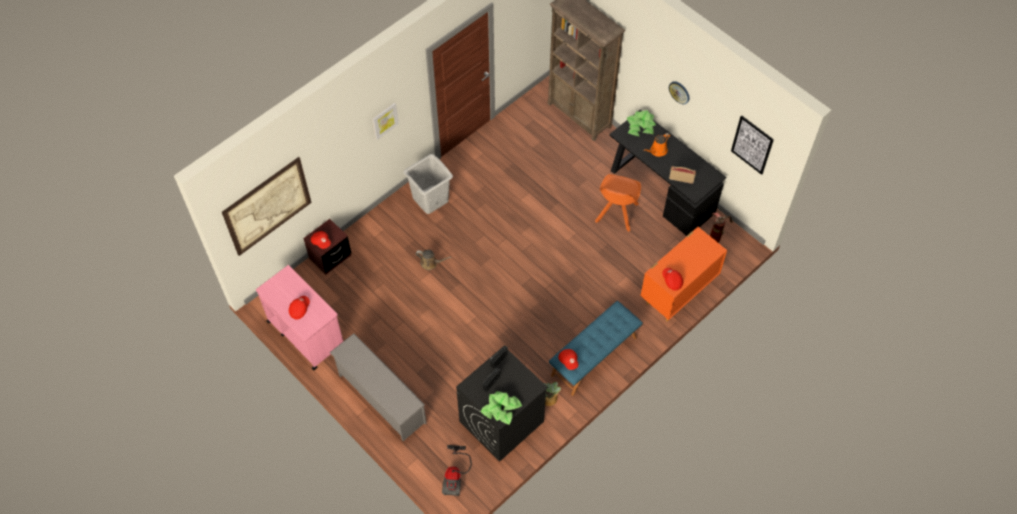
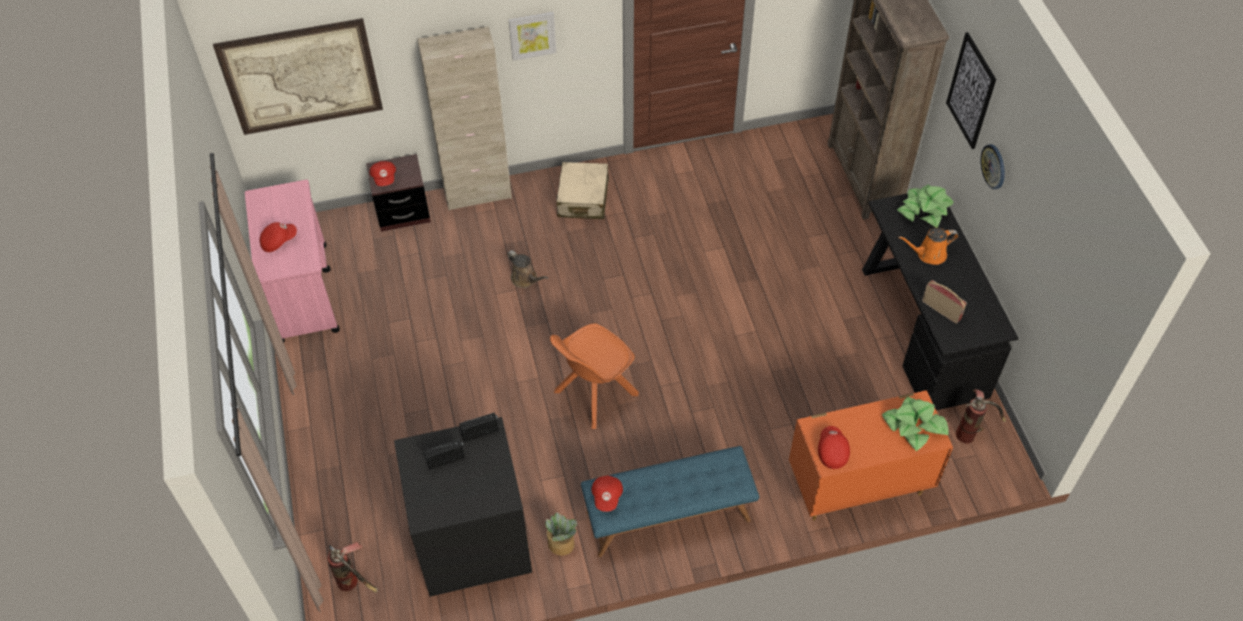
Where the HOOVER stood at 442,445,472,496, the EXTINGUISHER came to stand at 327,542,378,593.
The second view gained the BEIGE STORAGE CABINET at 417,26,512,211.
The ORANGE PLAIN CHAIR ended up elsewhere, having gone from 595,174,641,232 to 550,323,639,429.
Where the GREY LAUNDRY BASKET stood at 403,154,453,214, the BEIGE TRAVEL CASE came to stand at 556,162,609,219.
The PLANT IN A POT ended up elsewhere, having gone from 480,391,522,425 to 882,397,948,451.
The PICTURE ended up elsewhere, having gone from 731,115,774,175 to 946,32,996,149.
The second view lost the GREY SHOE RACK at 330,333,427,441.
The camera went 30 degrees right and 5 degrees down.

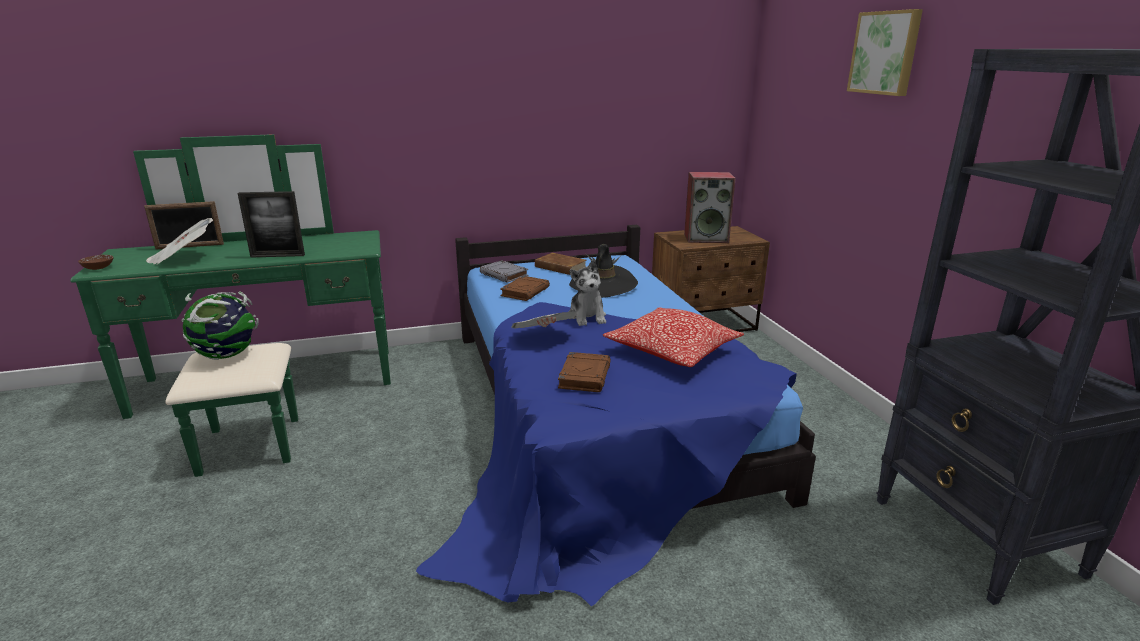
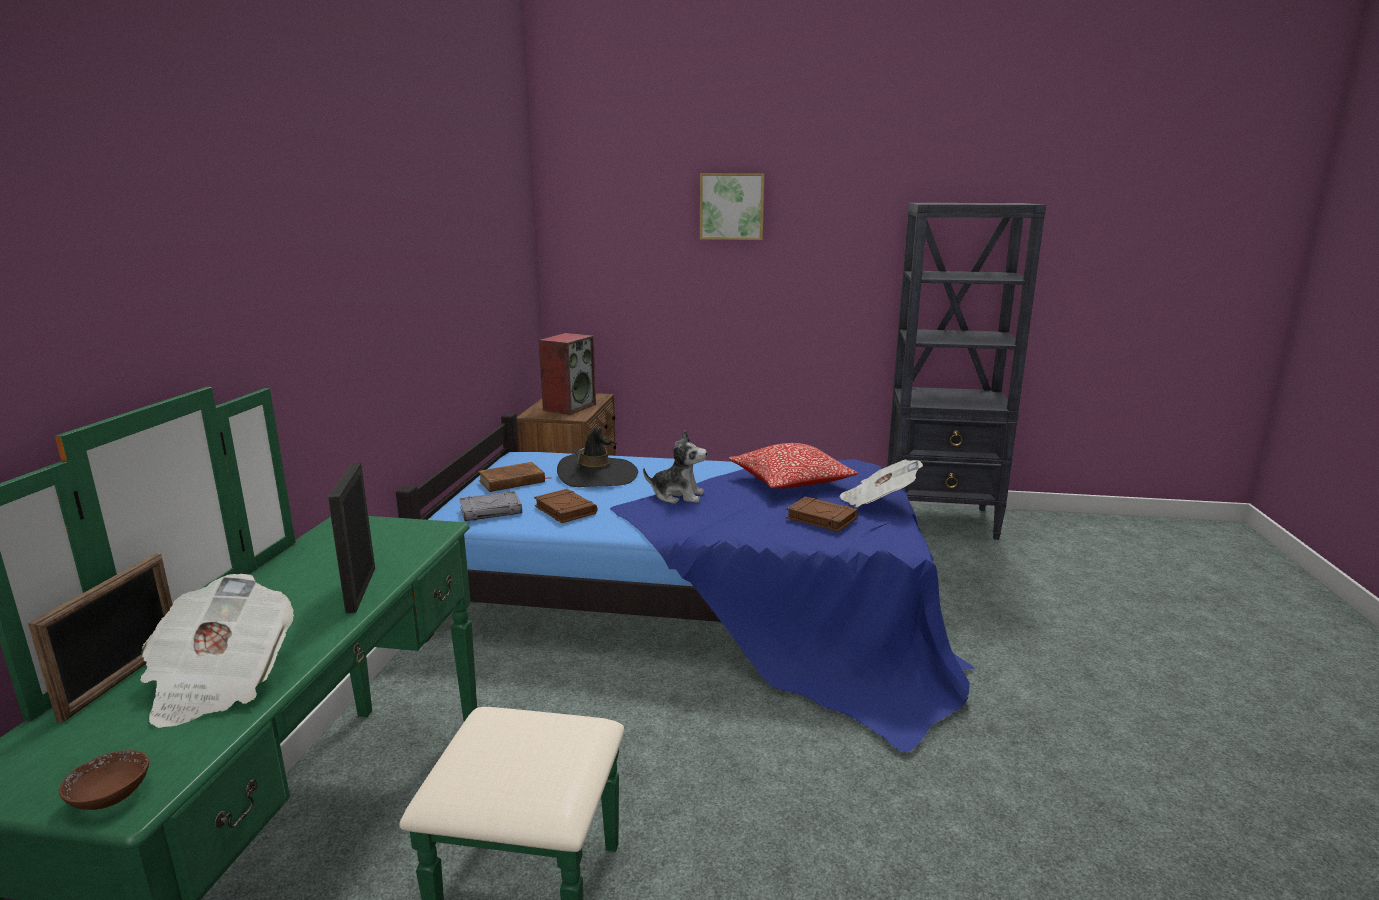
The PHOTO FRAME at 237,191,305,257 ended up facing another way, 150 degrees clockwise from before.
The PRINTED PAPER ended up elsewhere, having gone from 511,312,577,329 to 839,460,923,507.
The second view lost the DESK GLOBE at 182,292,259,360.
The camera went 65 degrees left and 5 degrees down.

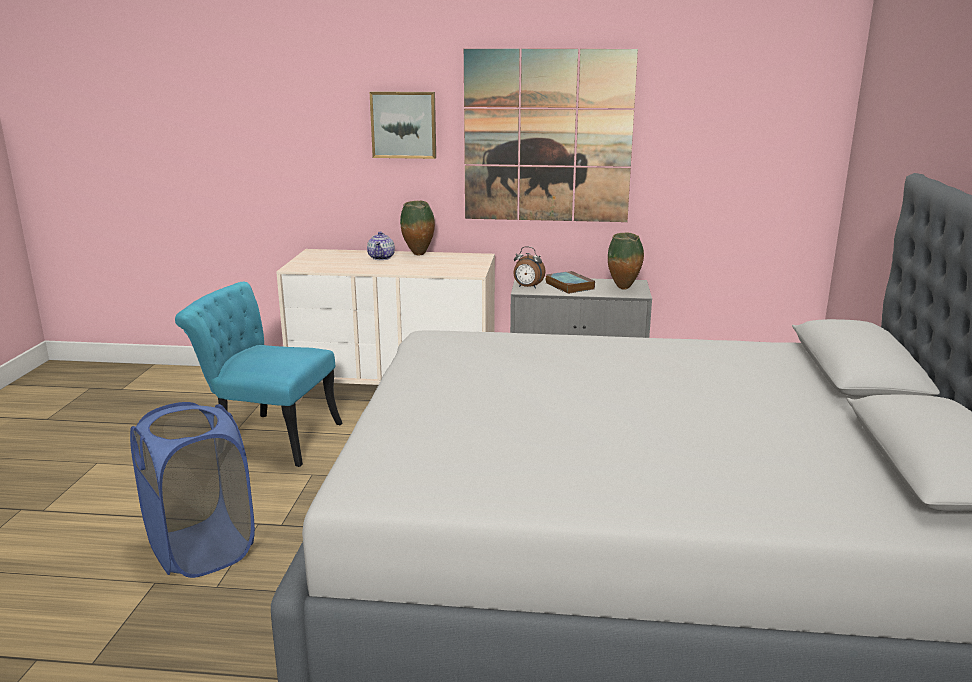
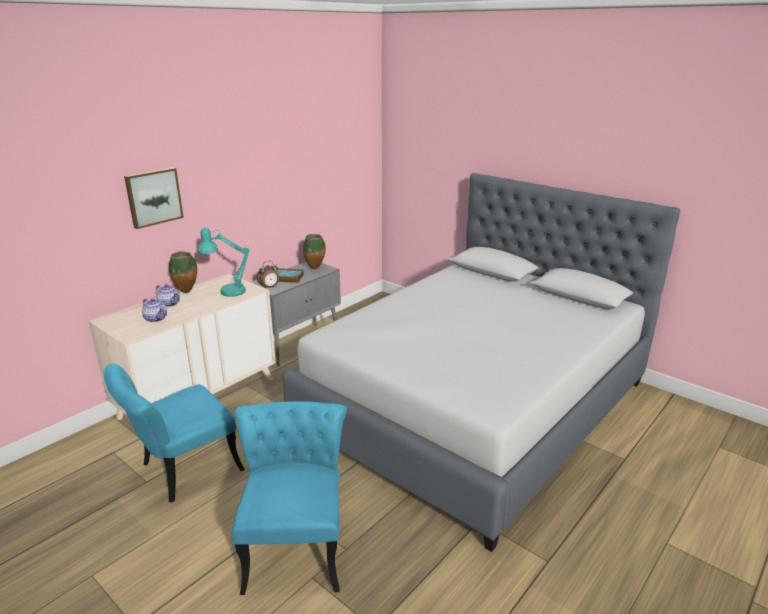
The second view gained the TEA POT at 142,298,167,322.
The second view gained the TURQUOISE TABLE LAMP at 198,228,250,297.
Where the BLUE-COLOURED LAUNDRY BASKET stood at 130,402,255,578, the TURQUOISE PLAIN CHAIR came to stand at 232,401,347,595.
The second view lost the PICTURE at 464,49,638,222.
The camera went 55 degrees left and 5 degrees up.

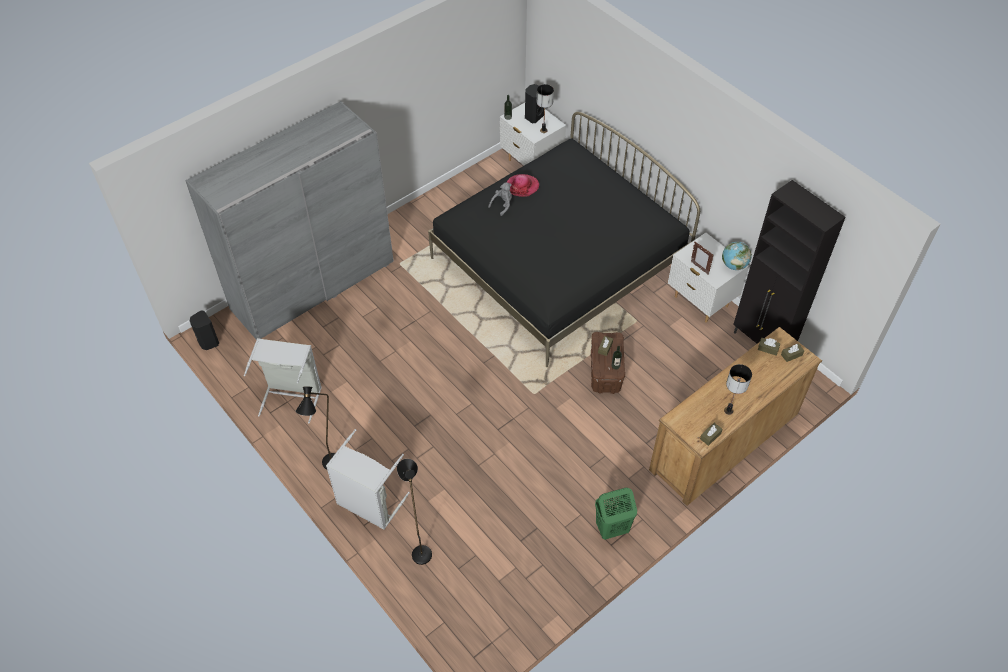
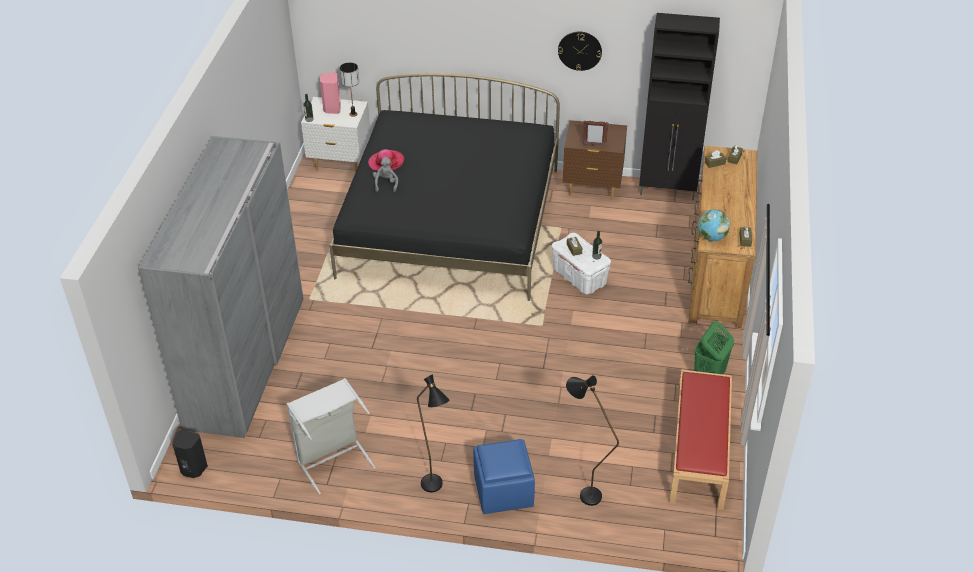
What was the BLACKISH SPEAKER at 525,84,544,123 turned into the PINK-COLOURED SPEAKER at 320,72,341,114.
Where the GREY LAUNDRY BASKET stood at 326,429,410,530, the BLUE-COLOURED POUFFE came to stand at 473,439,535,514.
What was the BROWN STORAGE BOX at 591,332,625,394 turned into the WHITISH STORAGE BOX at 552,233,611,294.
The second view gained the WALL CLOCK at 558,31,602,71.
What was the WHITISH NIGHTSTAND at 668,233,749,323 turned into the BROWN NIGHTSTAND at 563,120,627,200.
The second view gained the RED LONG SEAT at 669,370,732,510.
The DESK GLOBE ended up elsewhere, having gone from 722,242,752,270 to 698,209,730,241.
The second view lost the TABLE LAMP at 724,364,752,415.
The camera went 40 degrees left and 10 degrees down.

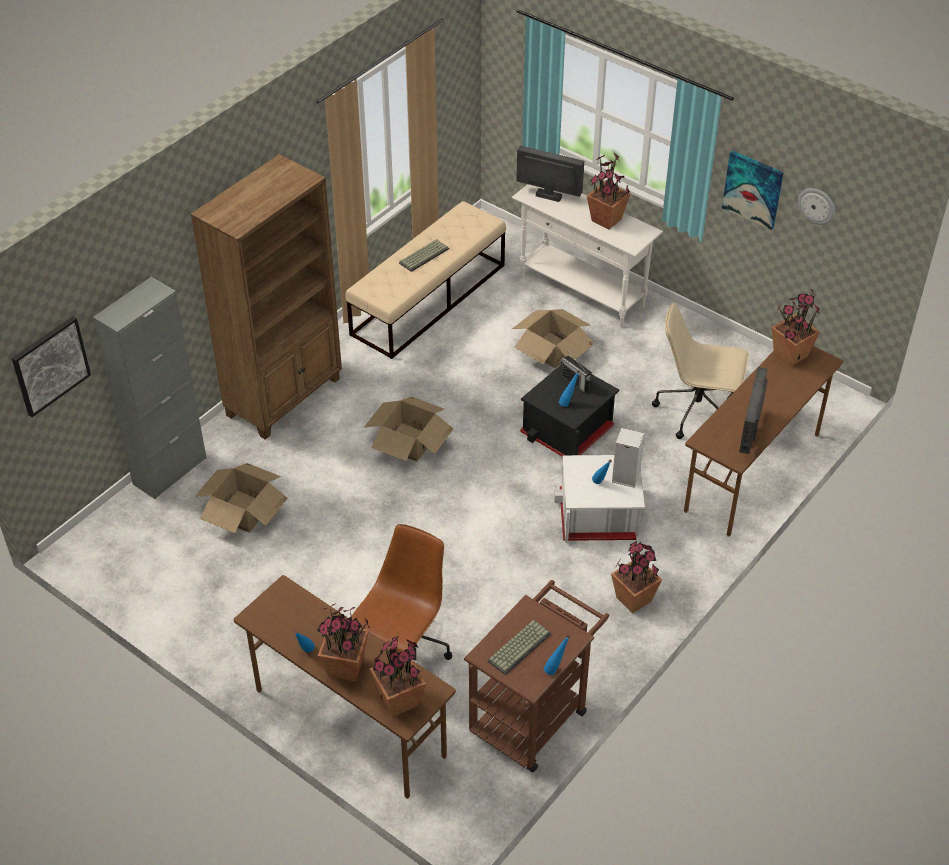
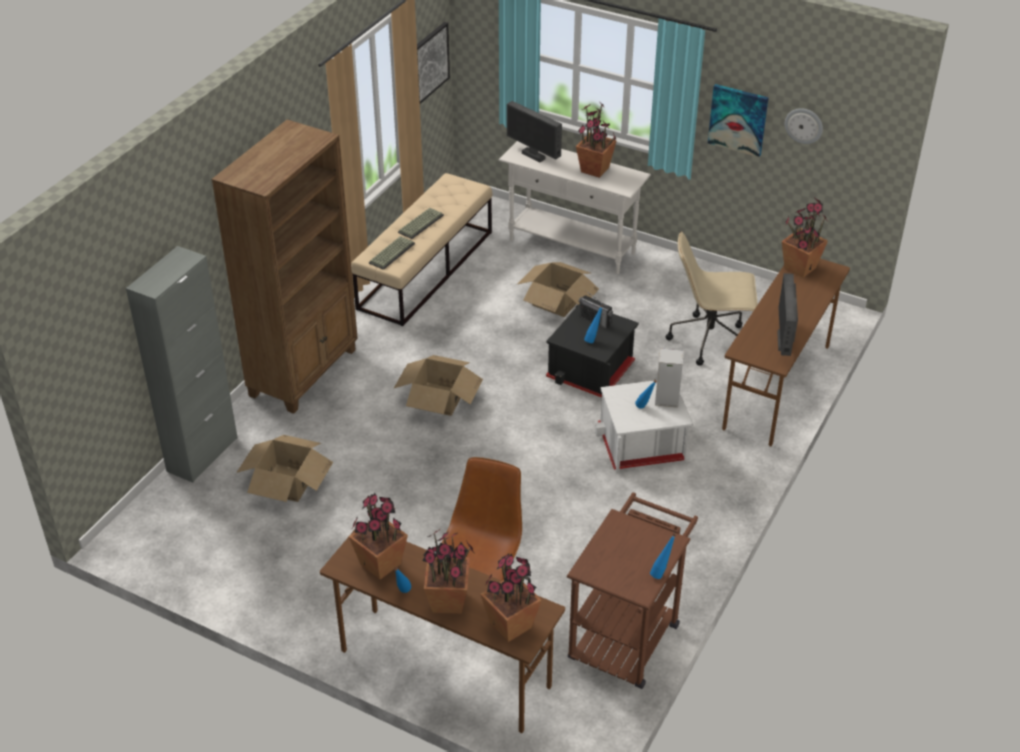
The PLANT IN A POT ended up elsewhere, having gone from 611,541,662,614 to 348,493,408,580.
The KEYBOARD ended up elsewhere, having gone from 487,620,551,675 to 369,236,415,270.
The PICTURE ended up elsewhere, having gone from 12,316,91,417 to 417,22,450,104.
The COMPUTER DISPLAY at 517,146,584,202 ended up facing another way, 150 degrees counterclockwise from before.
The camera went 10 degrees left and 5 degrees down.

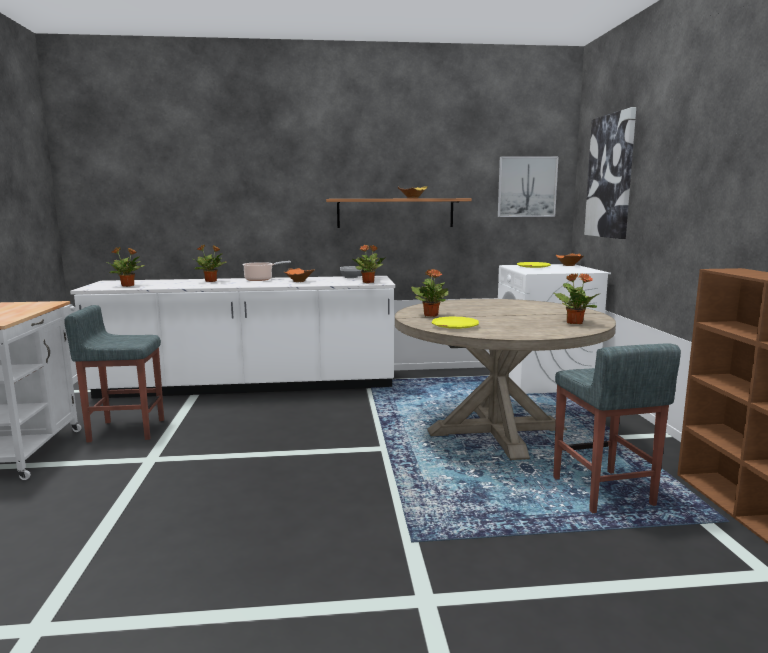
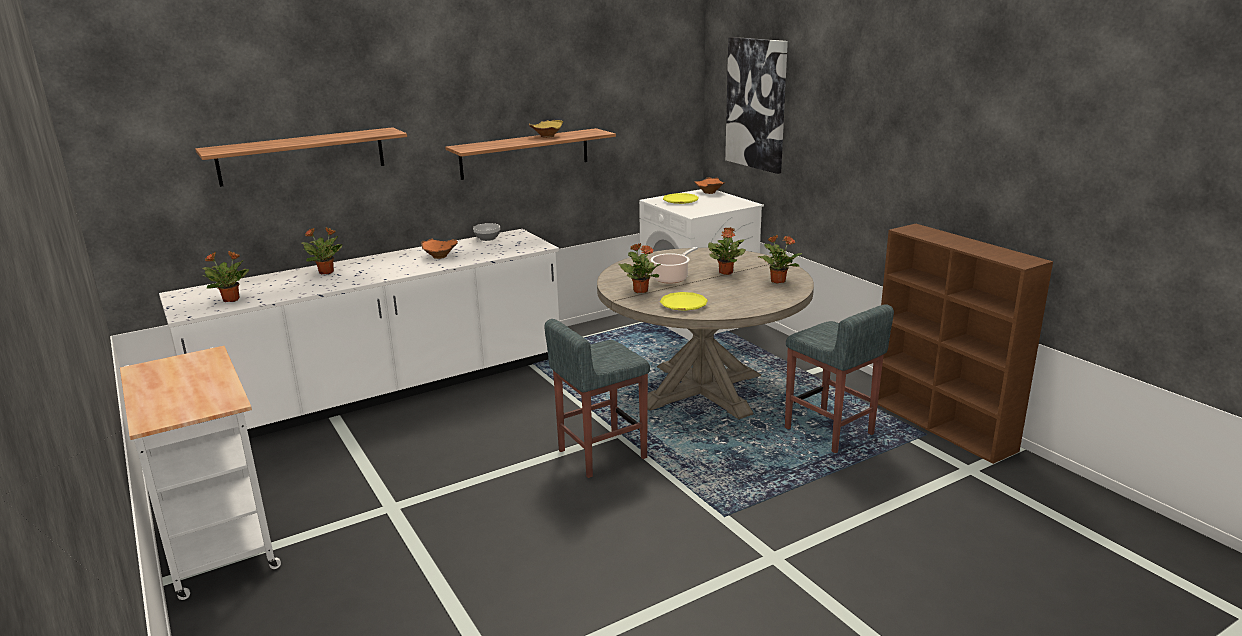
The second view gained the SHELF at 195,127,407,187.
The GREY STOOL ended up elsewhere, having gone from 64,305,164,442 to 545,319,650,478.
The SAUCEPOT ended up elsewhere, having gone from 242,261,291,281 to 651,247,698,284.
The PLANT IN A POT ended up elsewhere, having gone from 353,245,386,283 to 708,227,746,275.
The second view lost the PICTURE at 498,156,558,217.
The camera went 25 degrees left and 10 degrees up.

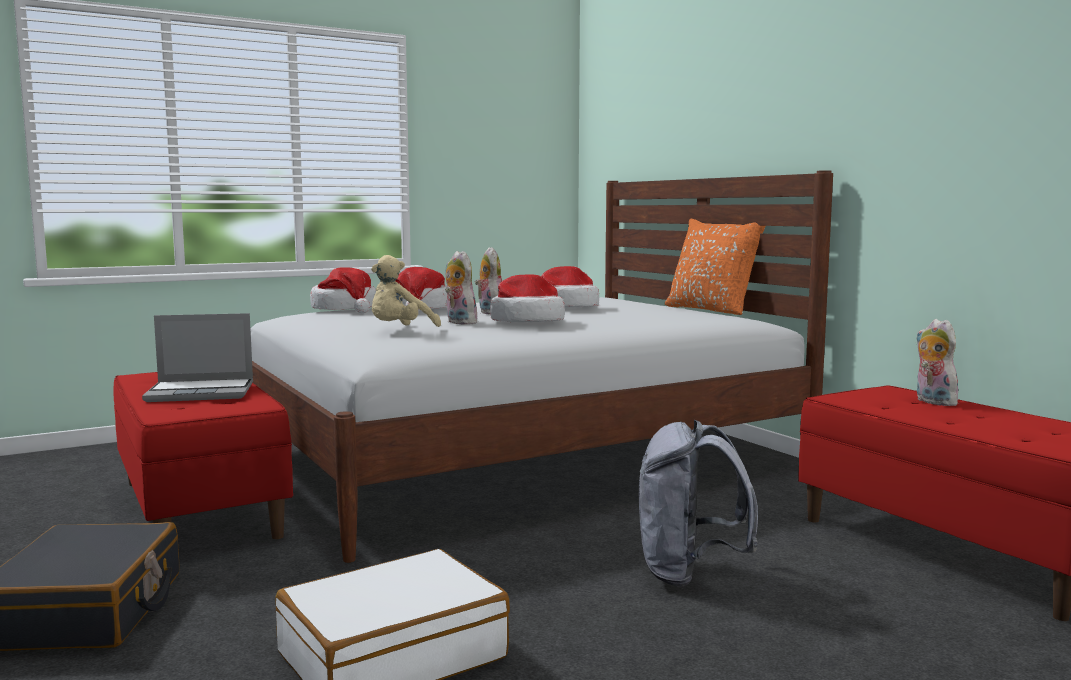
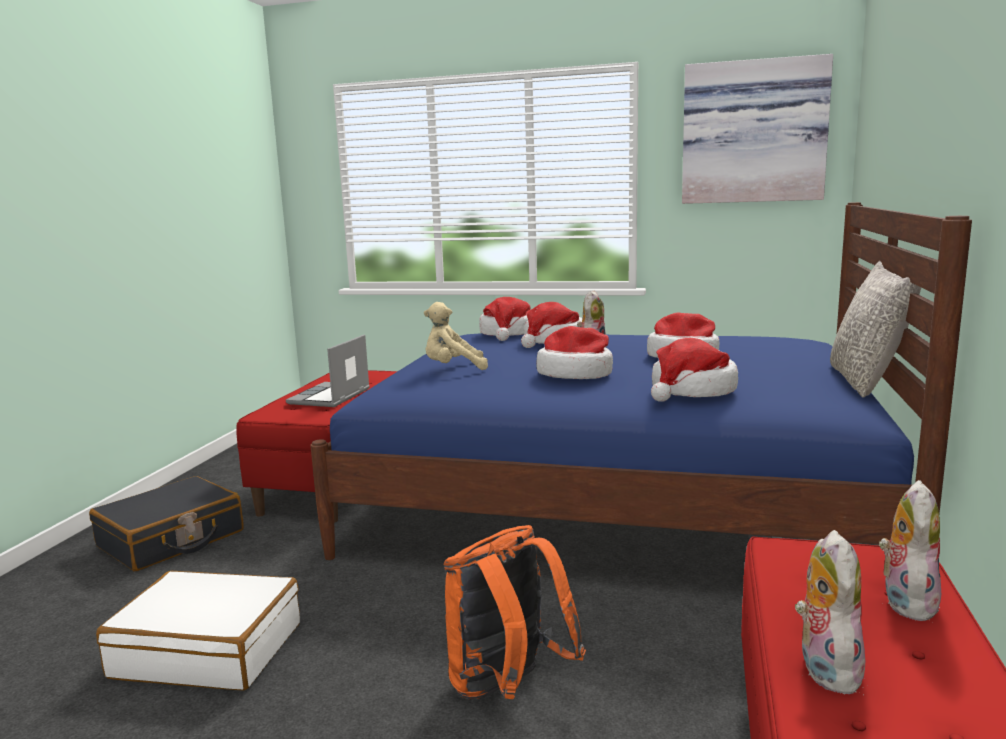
The LAPTOP at 142,313,253,402 ended up facing another way, 75 degrees clockwise from before.
What was the WHITISH BED at 250,170,833,563 turned into the BLUE-COLOURED BED at 311,202,972,560.
What was the GREY KNAPSACK at 639,420,758,586 turned into the ORANGE KNAPSACK at 444,525,586,699.
The second view gained the CLOTHING HAT at 651,338,738,402.
The second view gained the PICTURE at 682,54,833,204.
The SOFT TOY ended up elsewhere, having gone from 445,251,477,325 to 795,530,865,695.
What was the ORANGE PILLOW at 665,219,766,315 turned into the GREY PILLOW at 830,260,921,398.
The camera went 45 degrees right and 5 degrees up.

